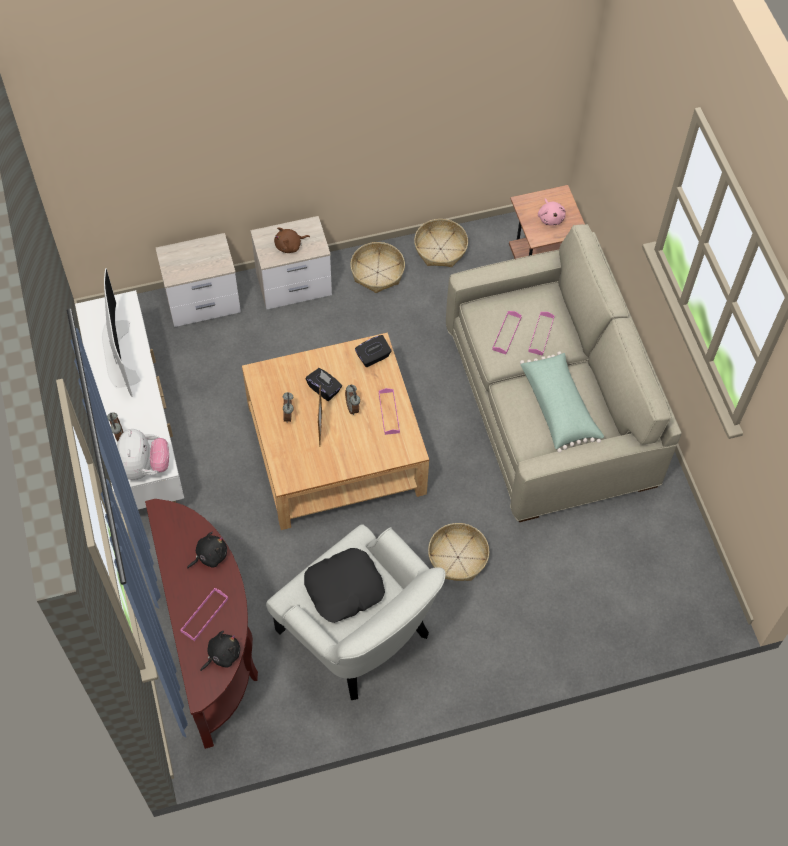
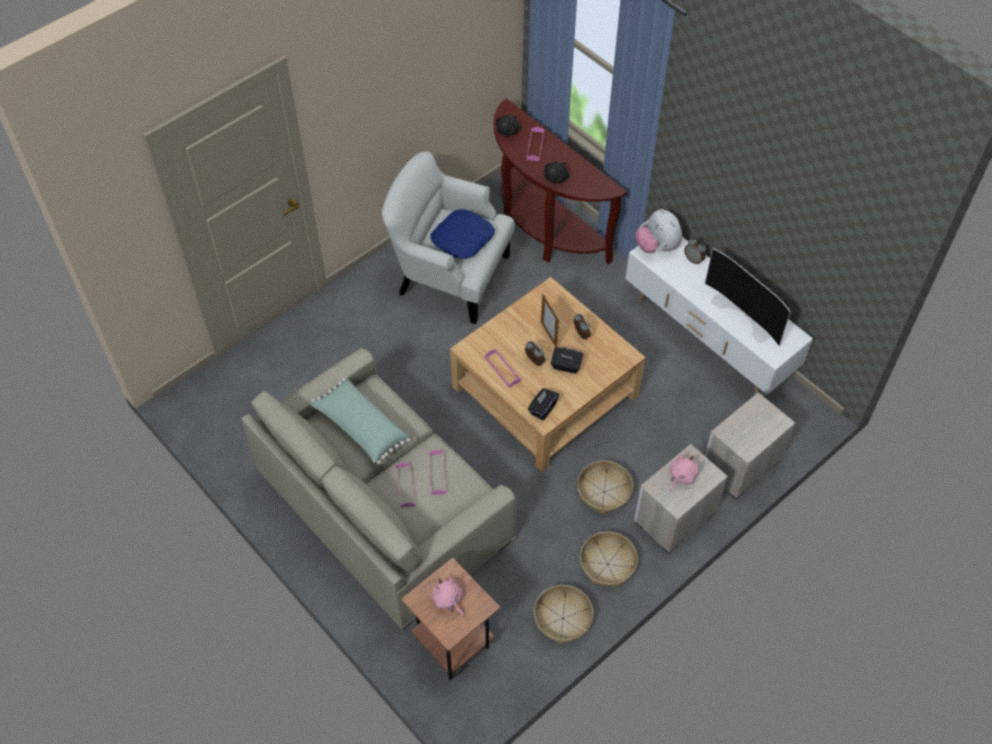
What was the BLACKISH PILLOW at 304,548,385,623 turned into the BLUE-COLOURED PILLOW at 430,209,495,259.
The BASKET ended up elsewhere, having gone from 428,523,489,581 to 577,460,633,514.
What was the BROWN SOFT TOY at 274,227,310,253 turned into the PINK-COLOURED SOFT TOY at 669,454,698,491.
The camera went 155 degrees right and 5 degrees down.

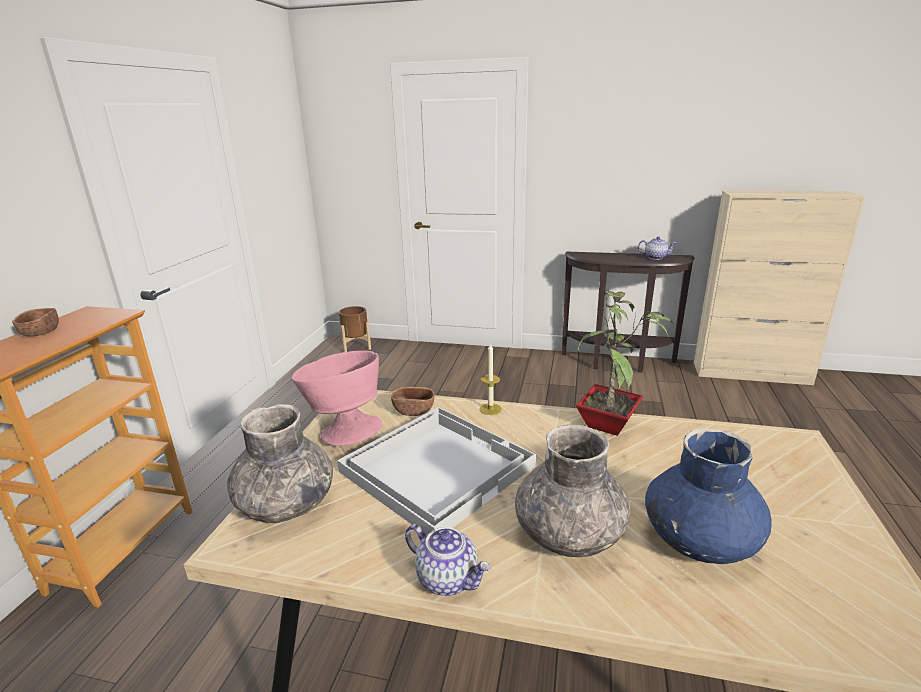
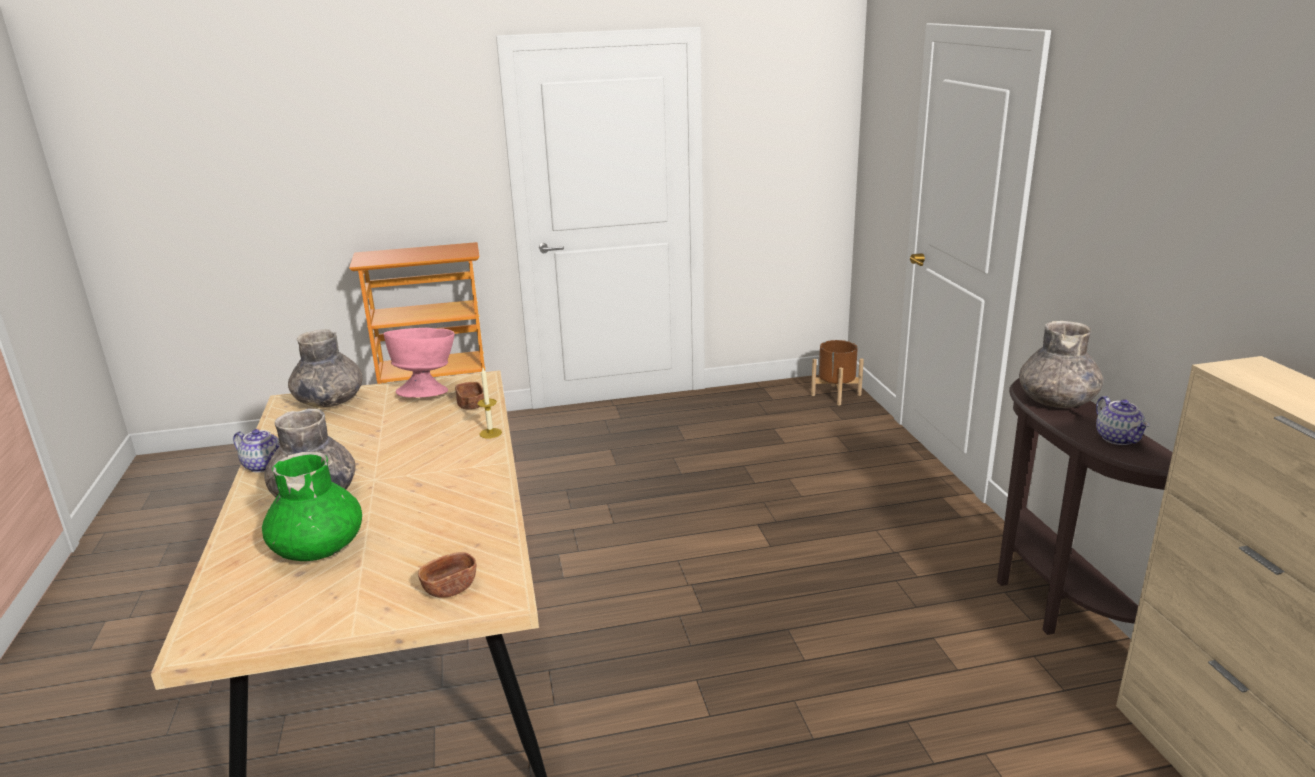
The TEA POT at 405,524,491,596 ended up facing another way, 75 degrees counterclockwise from before.
What was the BLUE-COLOURED FLOWER VASE at 645,428,771,564 turned into the GREEN-COLOURED FLOWER VASE at 262,452,362,561.
The BROWN BOWL ended up elsewhere, having gone from 12,308,59,337 to 418,552,476,598.
The second view gained the GREY FLOWER VASE at 1019,321,1103,408.
The second view lost the WHITISH SERVING TRAY at 337,407,536,534.
The second view lost the PLANT IN A POT at 576,289,674,436.
The camera went 65 degrees right and 0 degrees up.

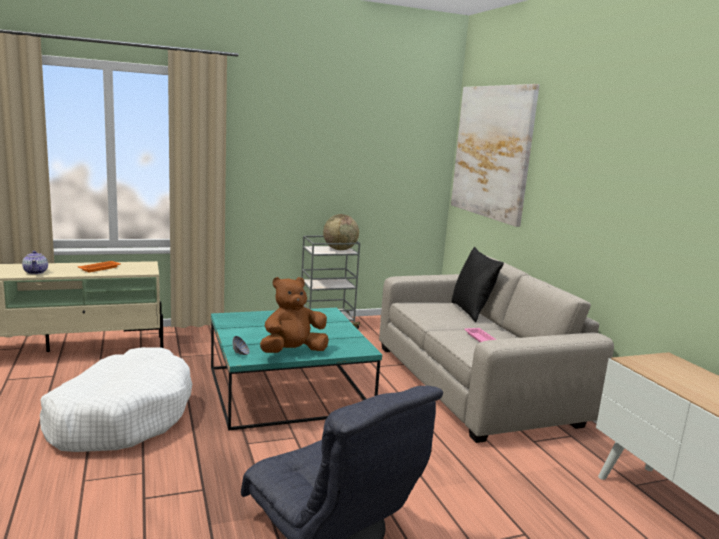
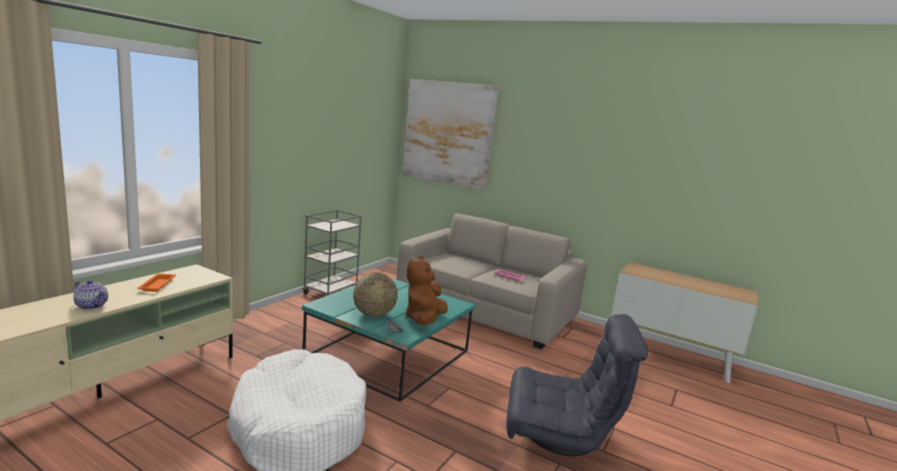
The DESK GLOBE ended up elsewhere, having gone from 323,214,359,250 to 353,272,398,317.
The second view lost the BLACKISH PILLOW at 451,247,504,322.
The camera went 40 degrees left and 0 degrees up.

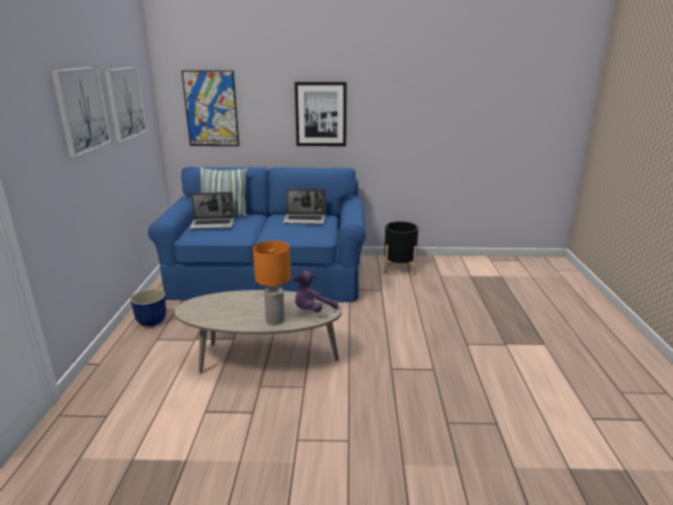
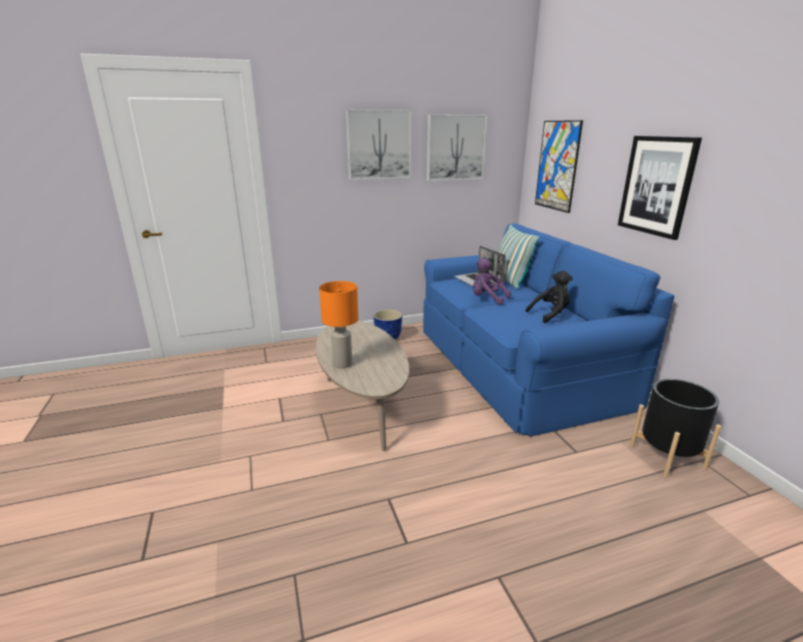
The PURPLISH SOFT TOY ended up elsewhere, having gone from 295,270,338,312 to 473,258,511,305.
Where the LAPTOP stood at 283,189,326,224, the BLACKISH SOFT TOY came to stand at 526,271,573,323.
The camera went 70 degrees right and 0 degrees up.

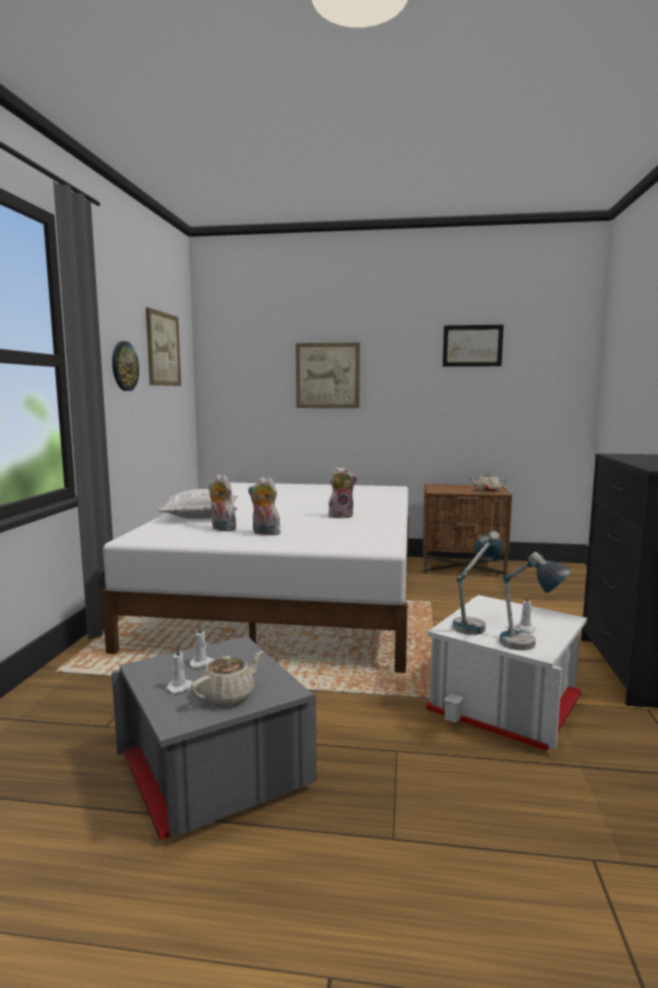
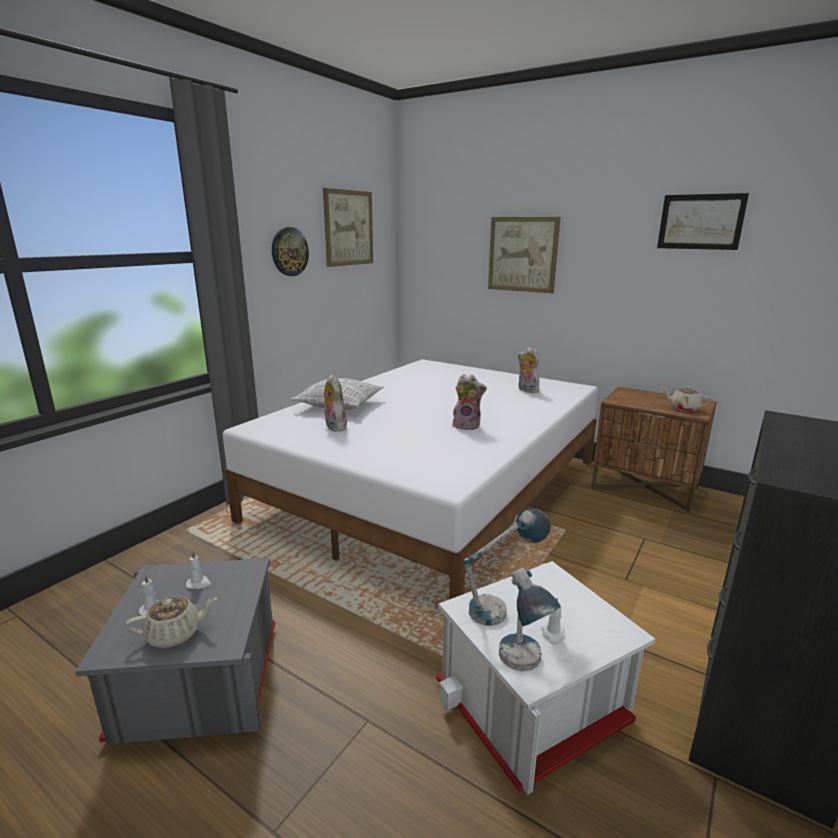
The SOFT TOY ended up elsewhere, having gone from 248,477,281,535 to 517,347,539,393.
The camera went 25 degrees right and 10 degrees up.

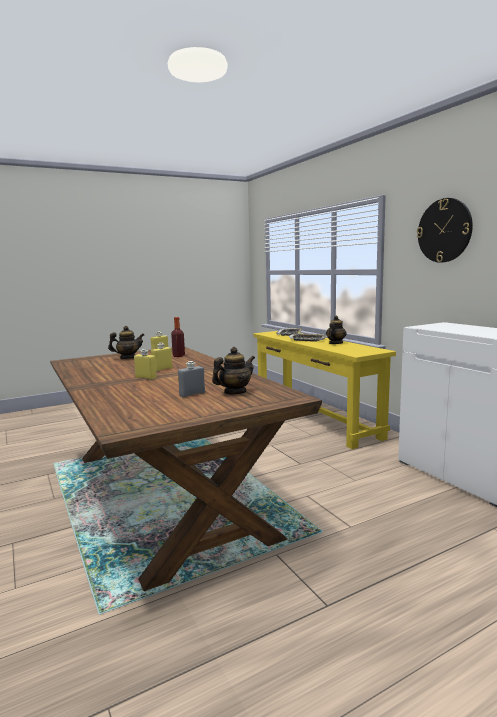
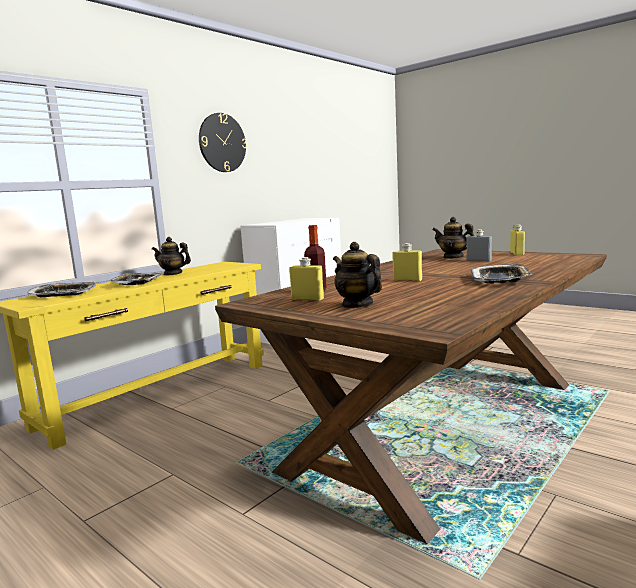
The second view gained the SERVING TRAY at 471,264,533,284.
The YELLOW-COLOURED DRINK BOTTLE ended up elsewhere, having gone from 134,349,157,380 to 510,224,525,255.
The camera went 110 degrees left and 0 degrees up.

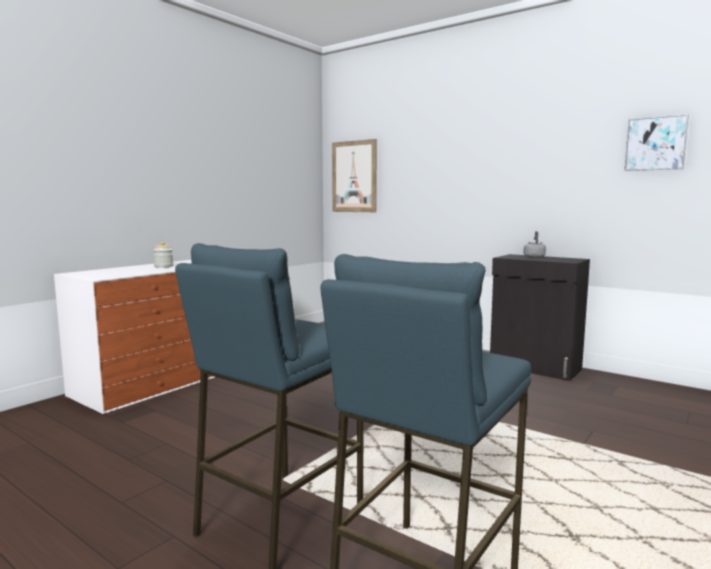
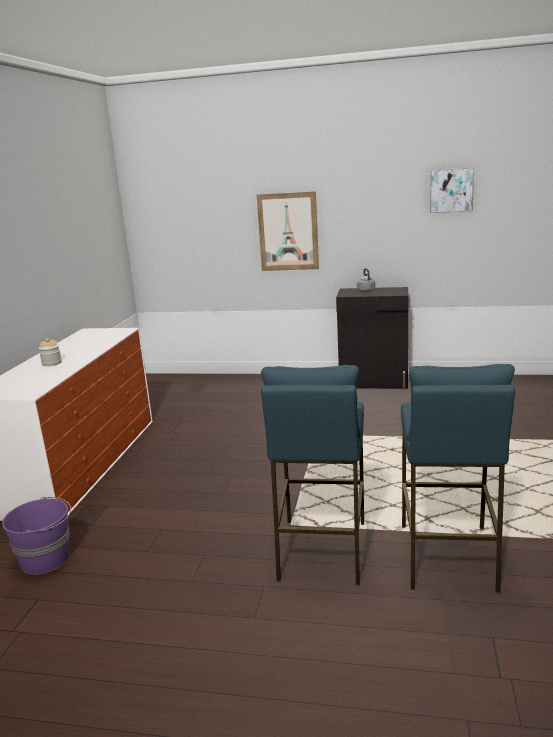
The second view gained the PURPLISH BUCKET at 2,497,71,575.
The PICTURE ended up elsewhere, having gone from 332,139,377,212 to 257,191,319,271.
The camera went 25 degrees left and 10 degrees up.

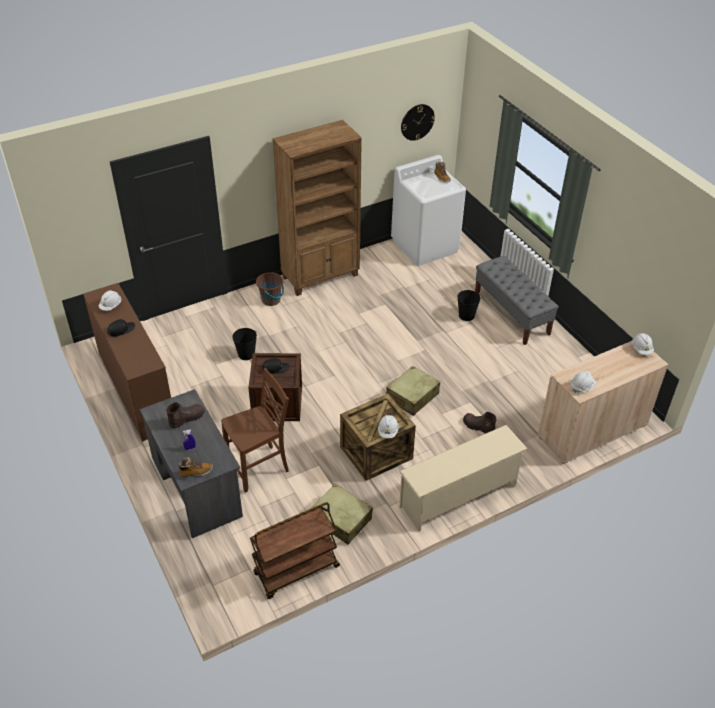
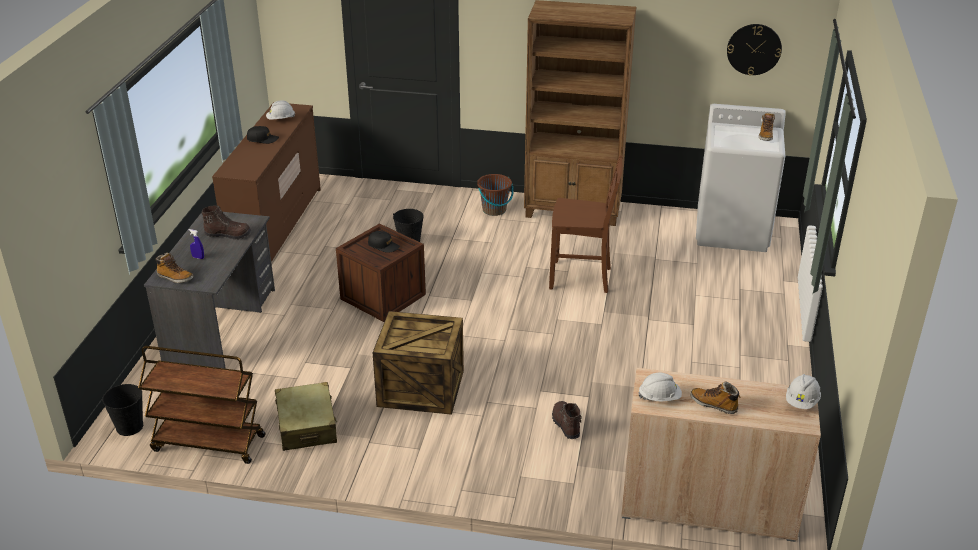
The BLACKISH BUCKET ended up elsewhere, having gone from 457,290,481,321 to 102,384,143,436.
The BROWN PLAIN CHAIR ended up elsewhere, having gone from 221,368,289,493 to 549,155,623,293.
The second view gained the TALL BOOT at 690,381,741,414.
The second view lost the WHITISH SAFETY HELMET at 378,415,399,438.
The second view lost the BEIGE TRAVEL CASE at 386,366,440,416.
The second view lost the BEIGE SHOE RACK at 399,425,528,531.
The second view lost the GREY LONG SEAT at 475,256,559,345.
The camera went 40 degrees right and 10 degrees down.

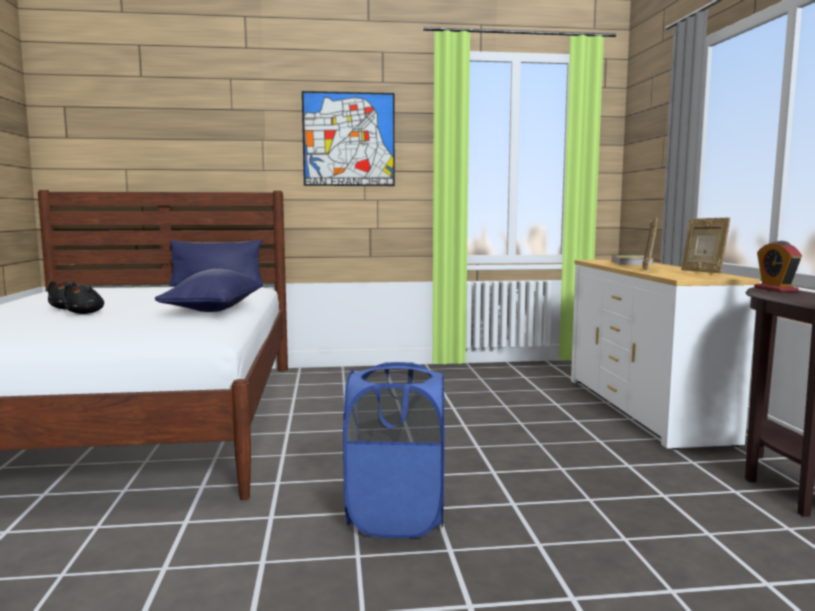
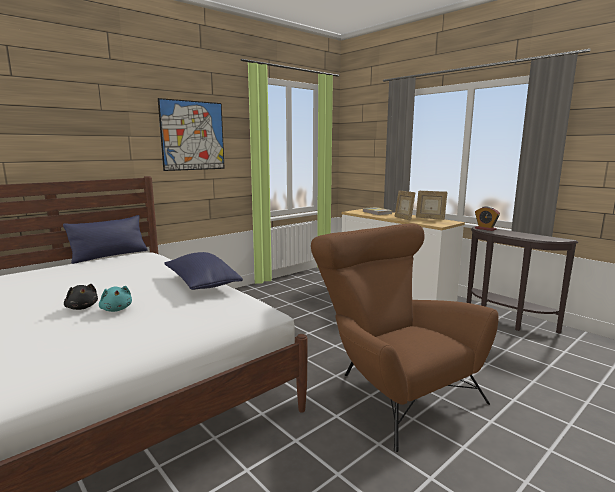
What was the BLACKISH SOFT TOY at 64,284,104,314 turned into the TURQUOISE SOFT TOY at 99,286,132,312.
Where the BLUE-COLOURED LAUNDRY BASKET stood at 343,362,444,538, the BROWN ARMCHAIR came to stand at 311,223,499,452.
The camera went 35 degrees left and 5 degrees up.

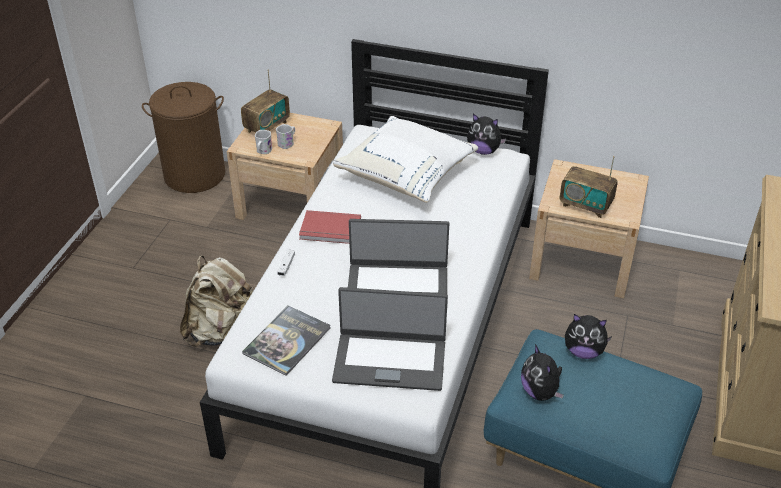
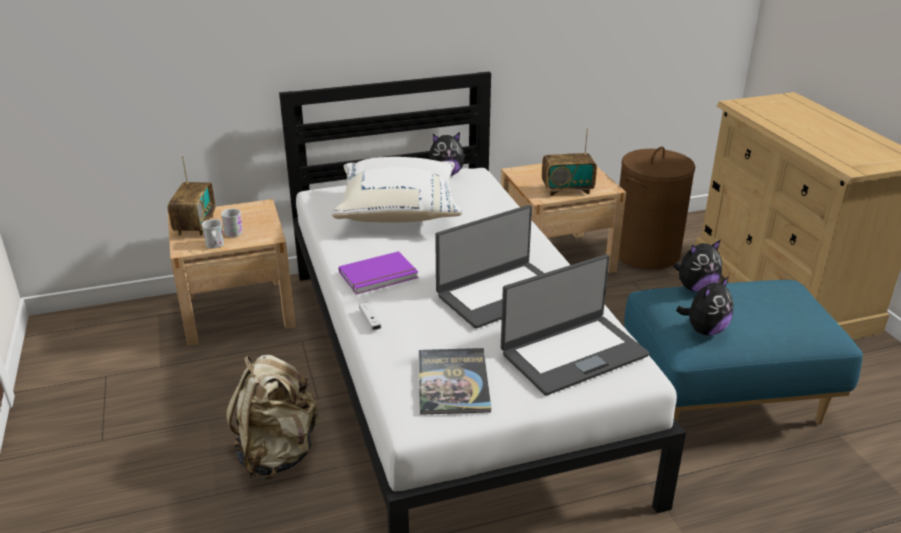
What was the RED BOOK at 299,210,361,244 turned into the PURPLISH BOOK at 339,251,418,294.
The BROWN LAUNDRY BASKET ended up elsewhere, having gone from 142,82,225,193 to 618,147,696,269.
The SOFT TOY at 521,344,564,401 ended up facing another way, 75 degrees counterclockwise from before.
The camera went 35 degrees left and 10 degrees down.

